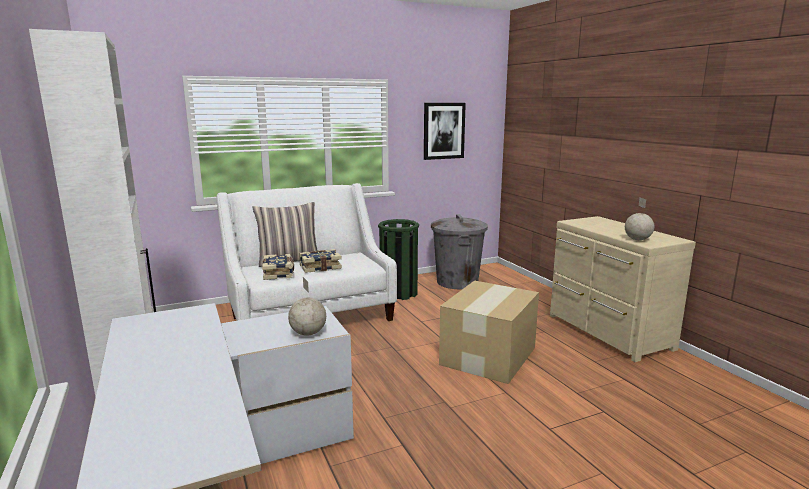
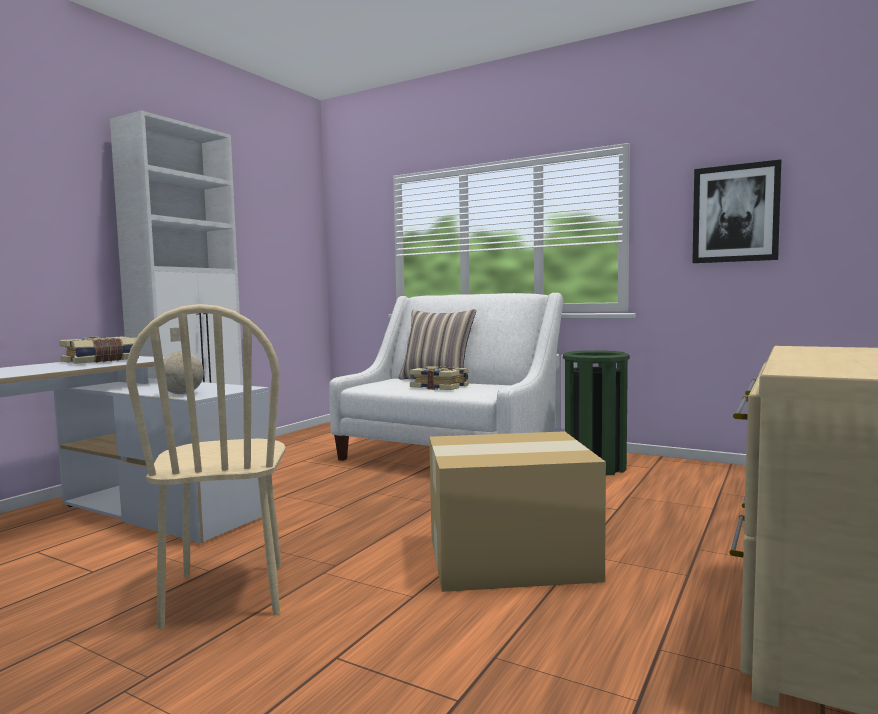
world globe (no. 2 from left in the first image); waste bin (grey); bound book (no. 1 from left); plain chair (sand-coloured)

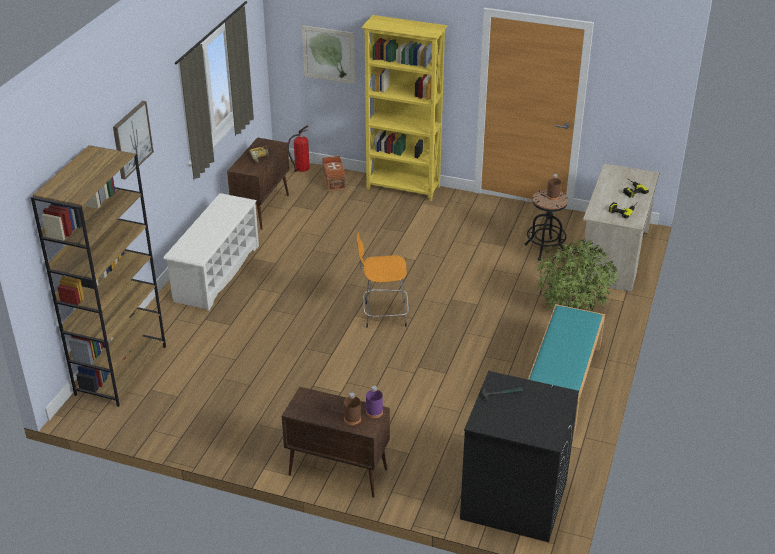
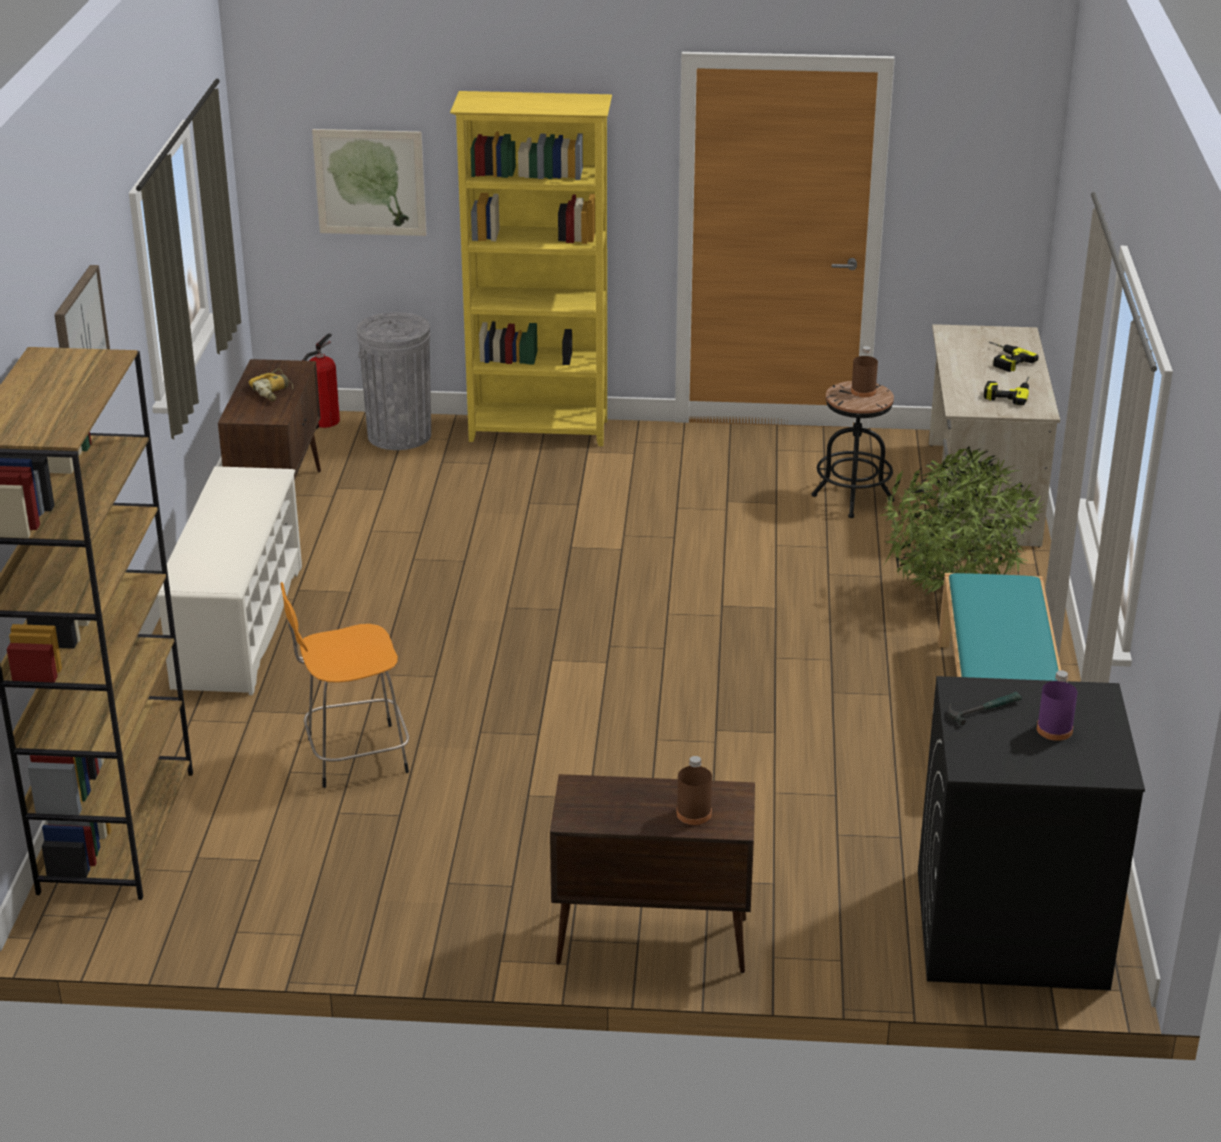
waste bin (grey); sitting stool (orange-coloured); bottle (purplish)

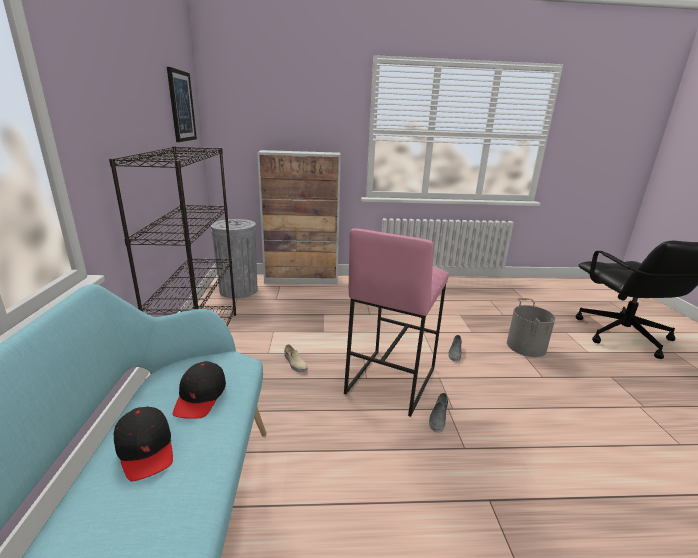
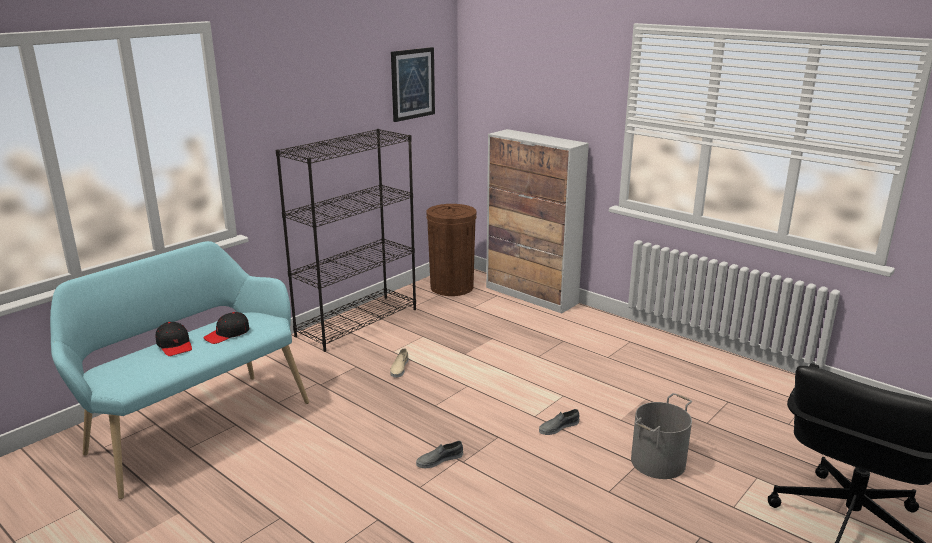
waste bin (brown); sitting stool (pink); peaked cap (blackish) (no. 1 from left)

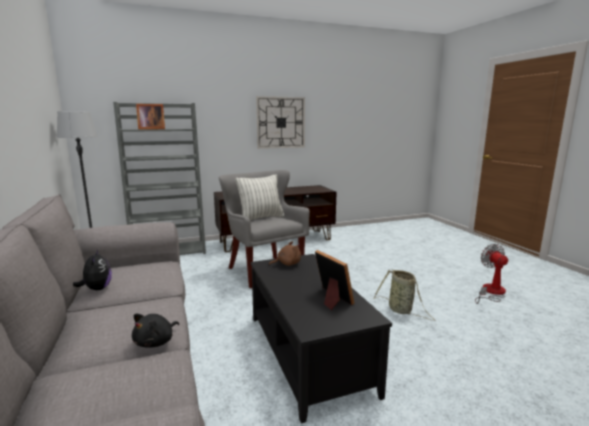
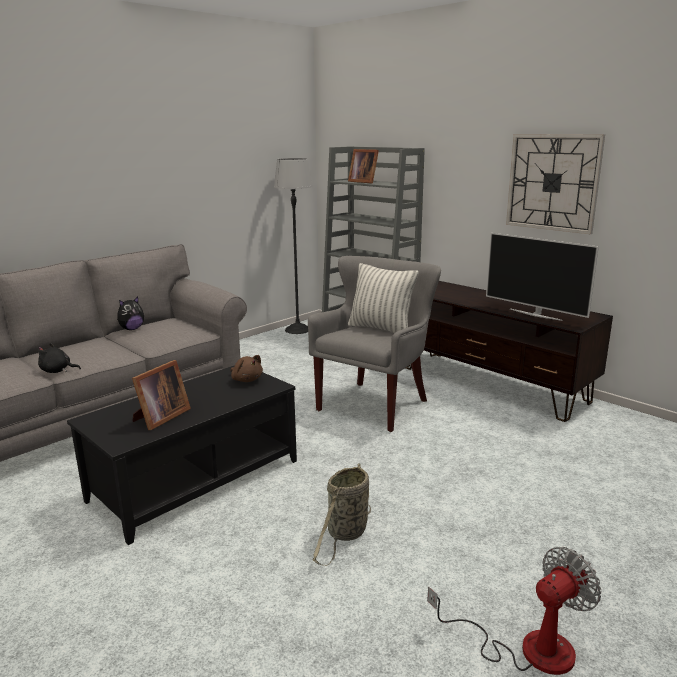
TV

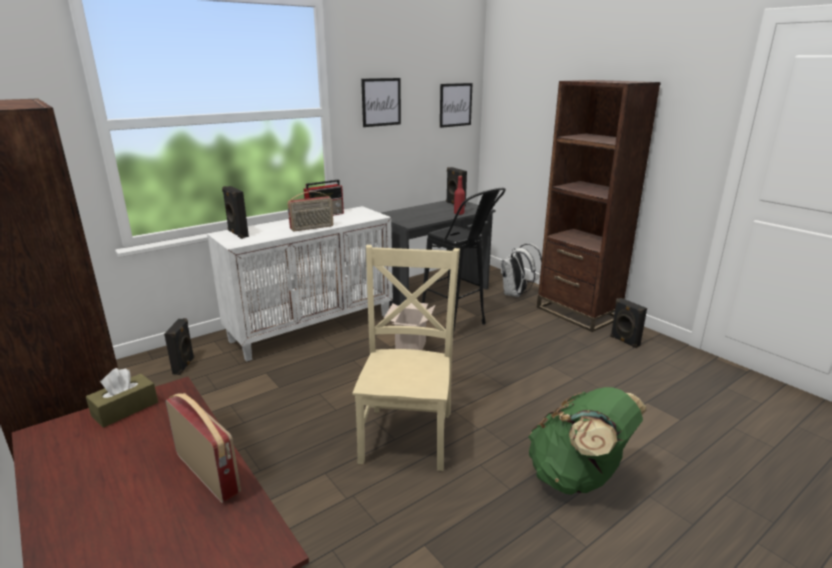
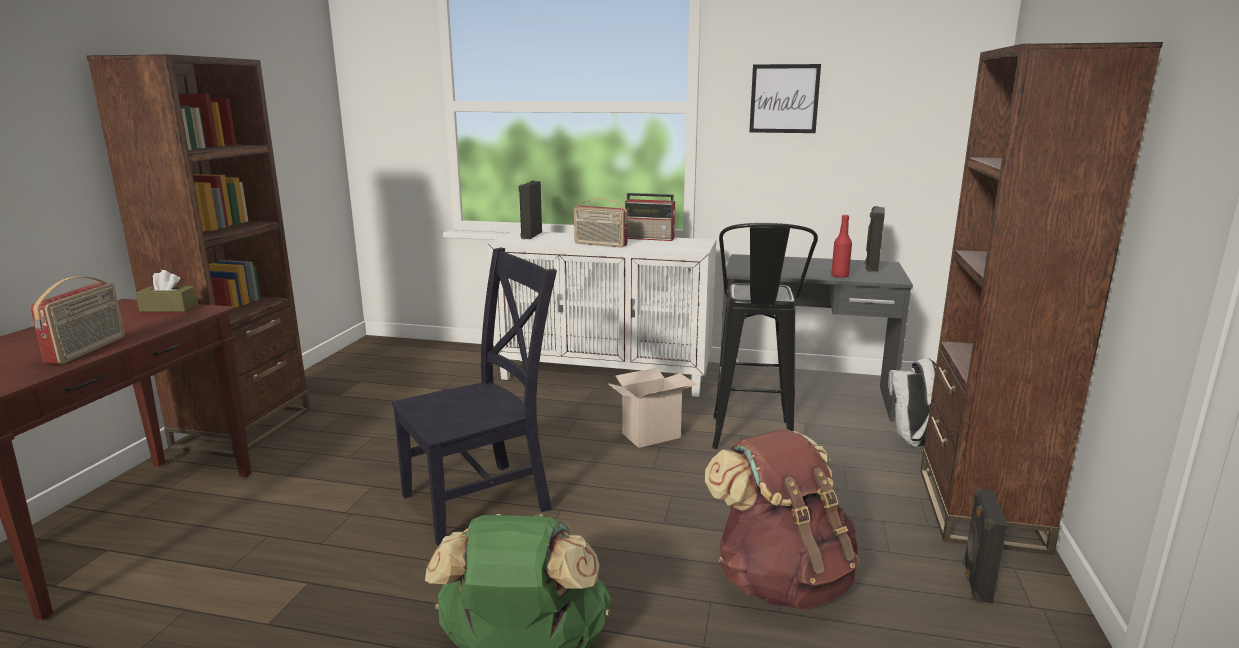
wall picture (no. 2 from left in the first image); plain chair (blackish); audio speaker (blackish) (no. 1 from left in the first image); rucksack (brown)

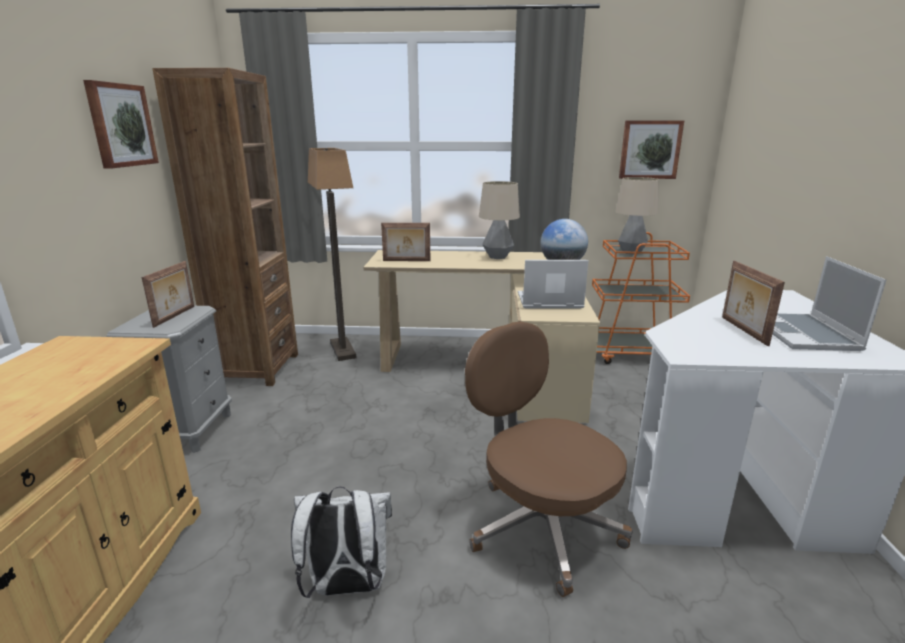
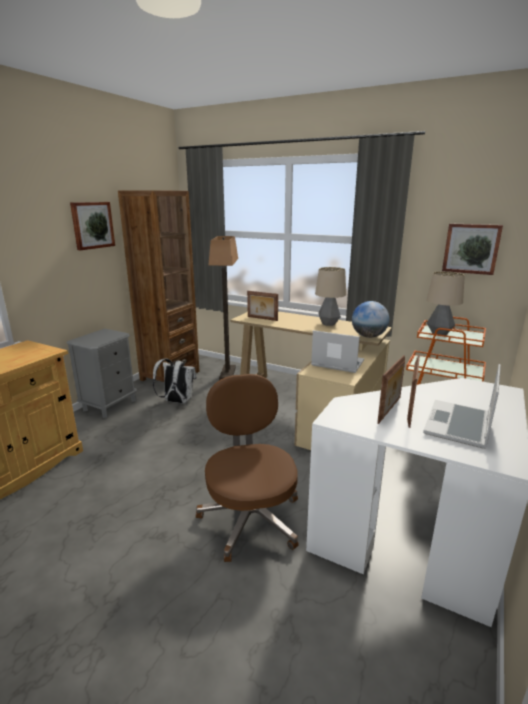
standing frame (no. 2 from left); rucksack (white-coloured)

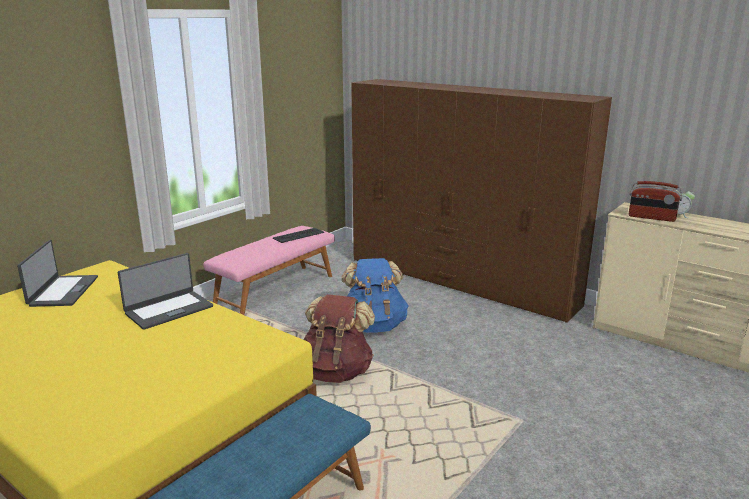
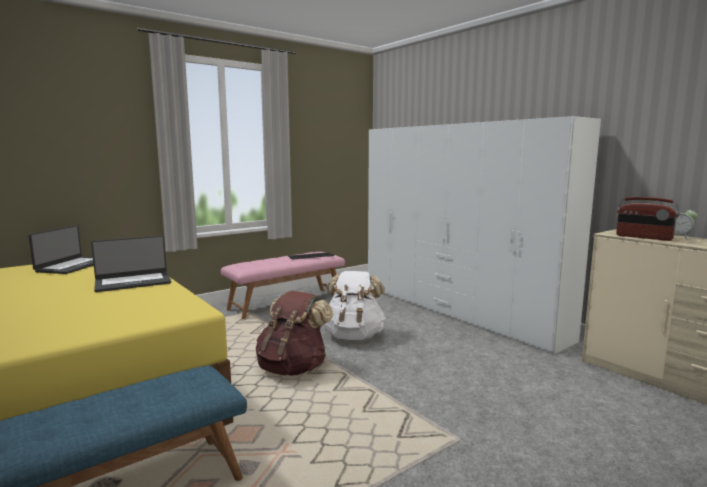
armoire (white-coloured); rucksack (white-coloured)

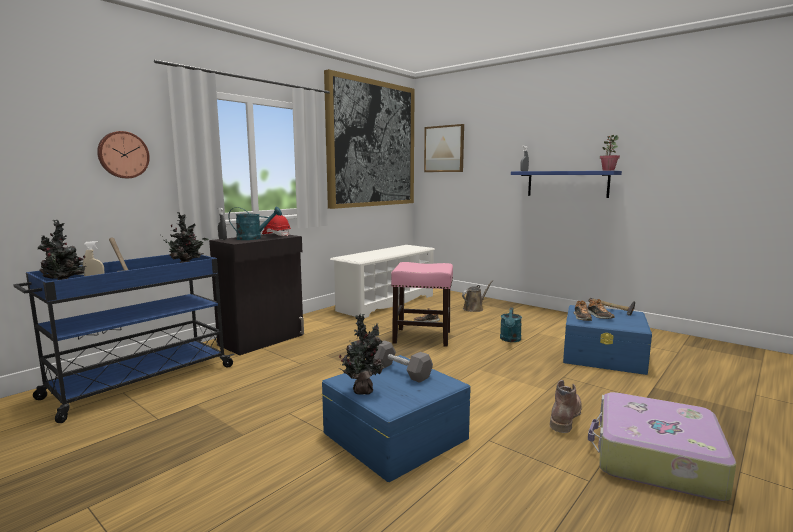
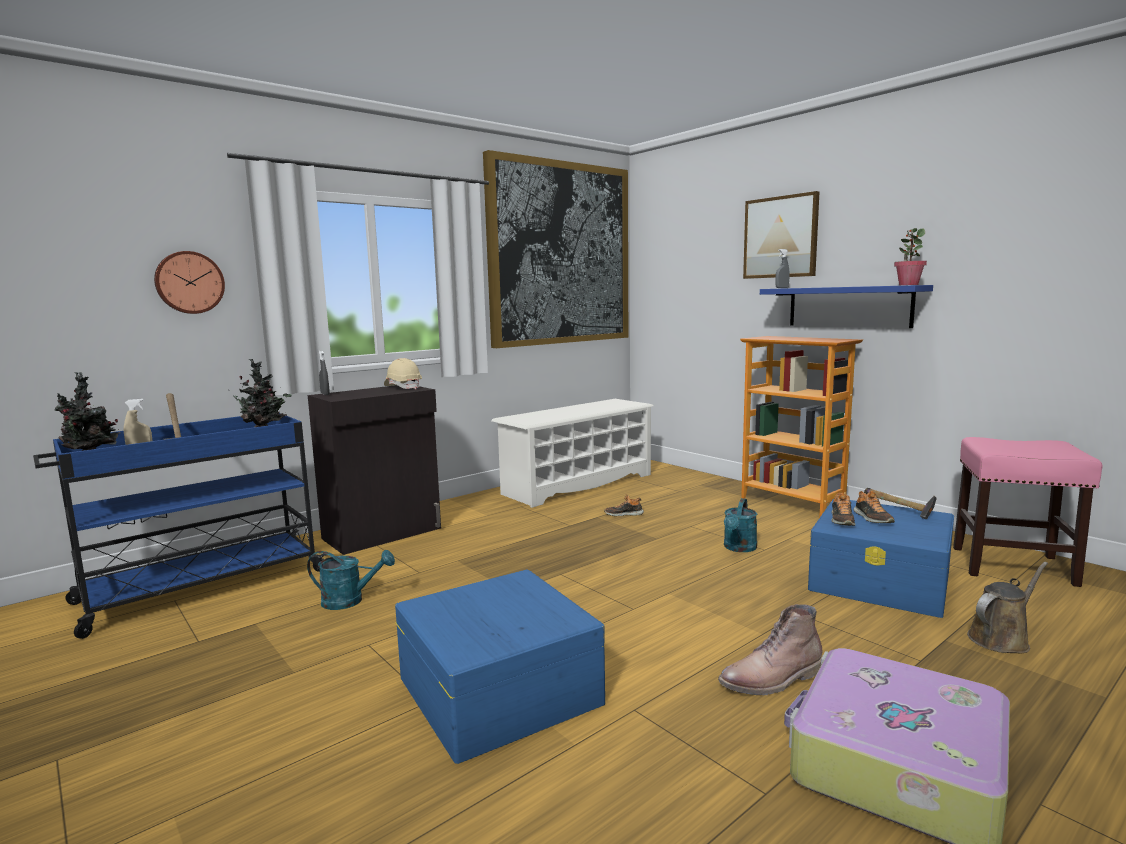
wall picture (no. 2 from left); sprinkling can (turquoise) (no. 1 from left); safety helmet (sand-coloured); sitting stool (pink); sprinkling can (brown); houseplant (no. 3 from left in the first image); hand weight (grey); boot (brown); shelving unit

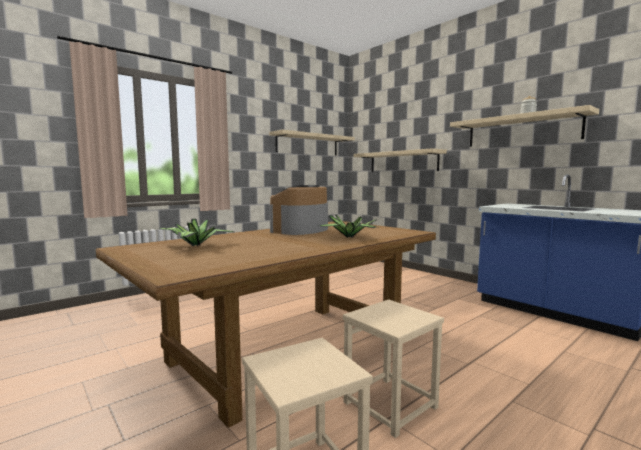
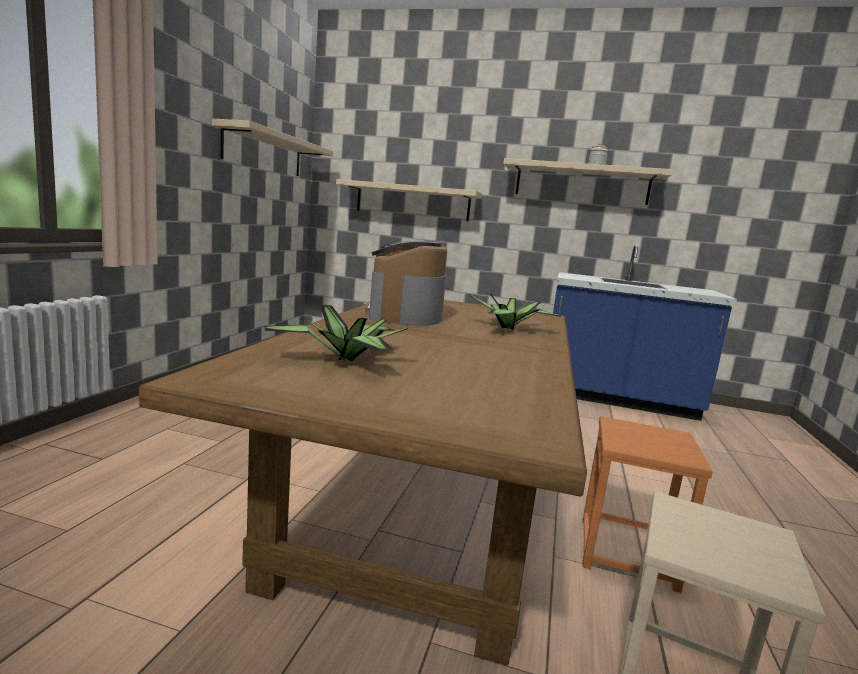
sitting stool (orange-coloured)

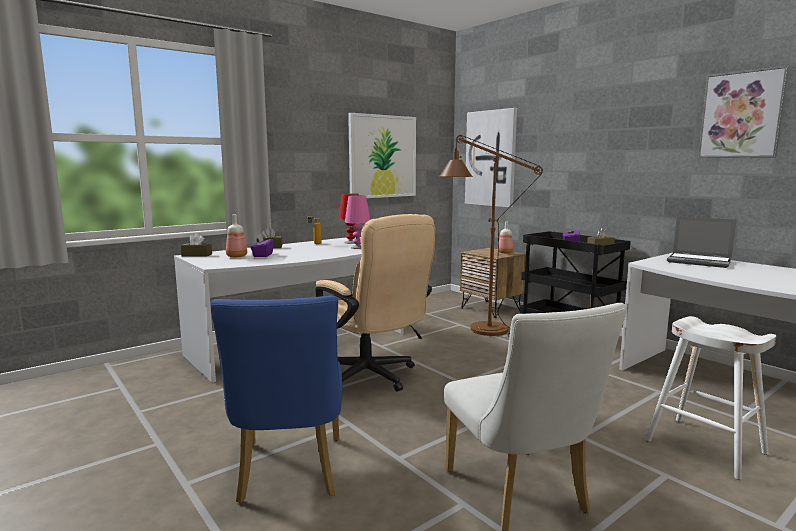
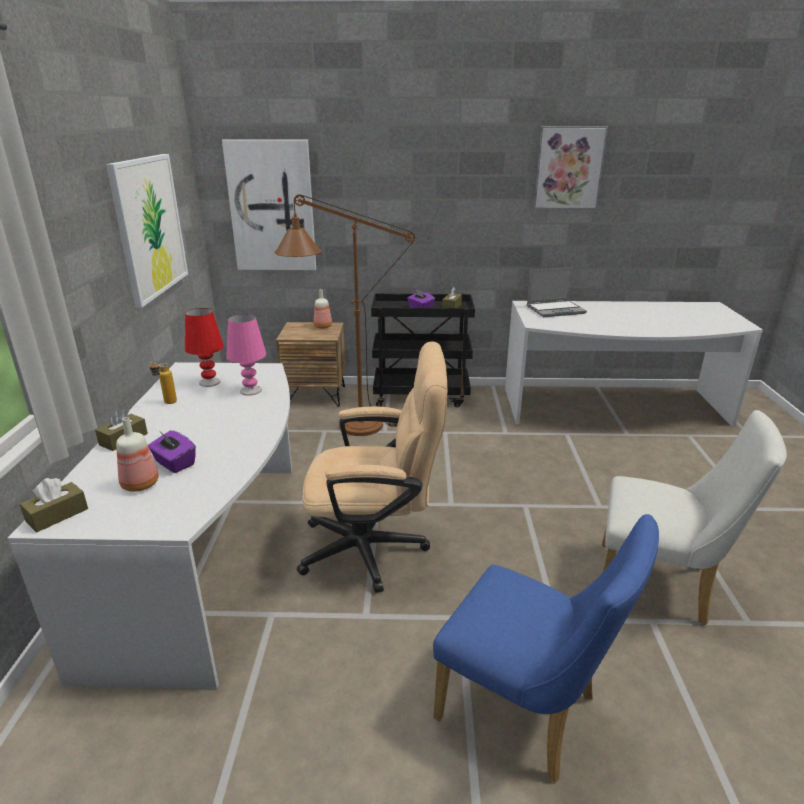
sitting stool (white-coloured)

